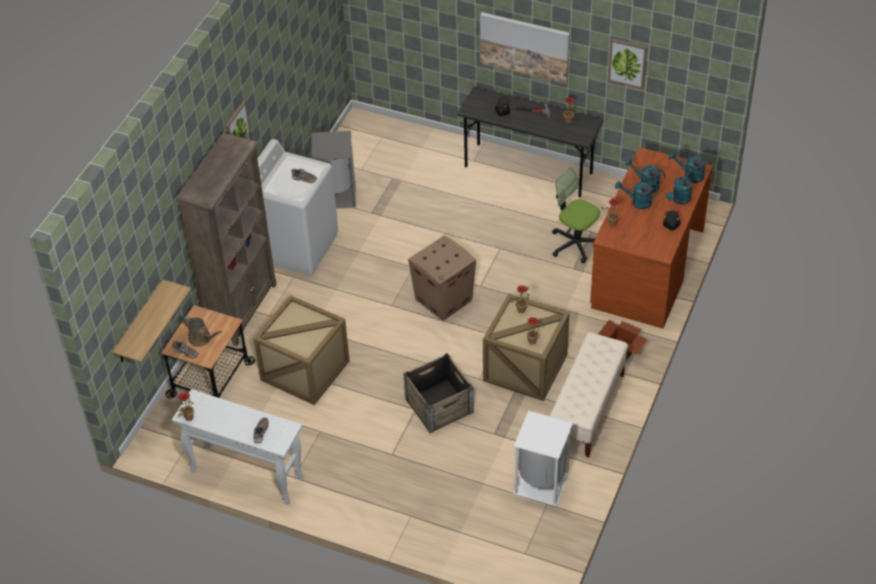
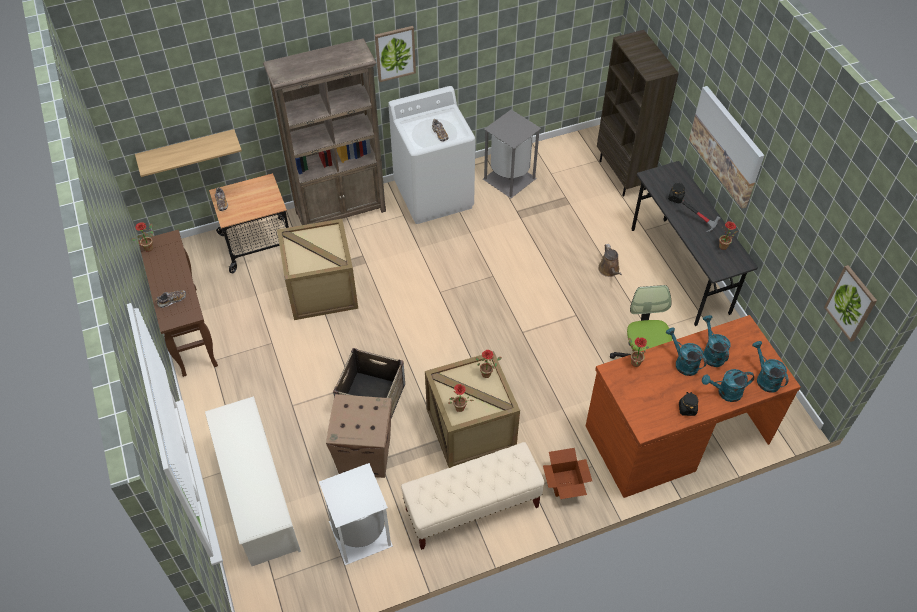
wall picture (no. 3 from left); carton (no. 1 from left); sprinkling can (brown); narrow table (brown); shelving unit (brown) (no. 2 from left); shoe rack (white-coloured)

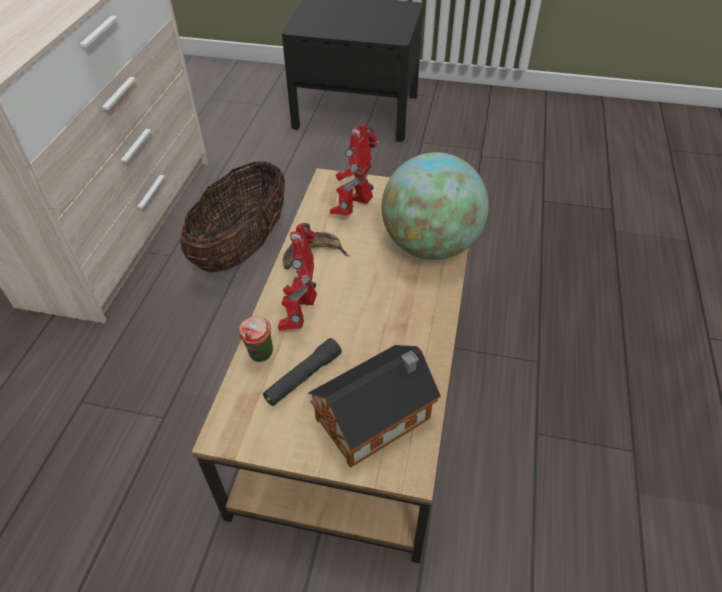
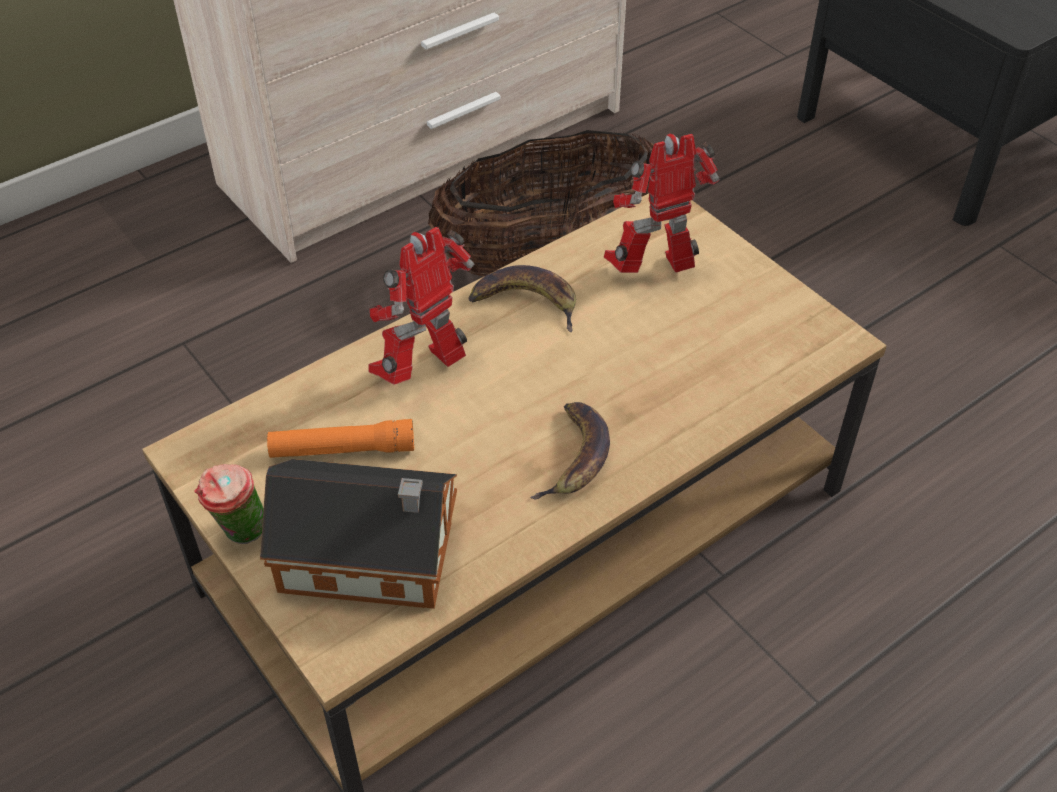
world globe; drinking cup; torch (orange-coloured); banana fruit (no. 2 from left)

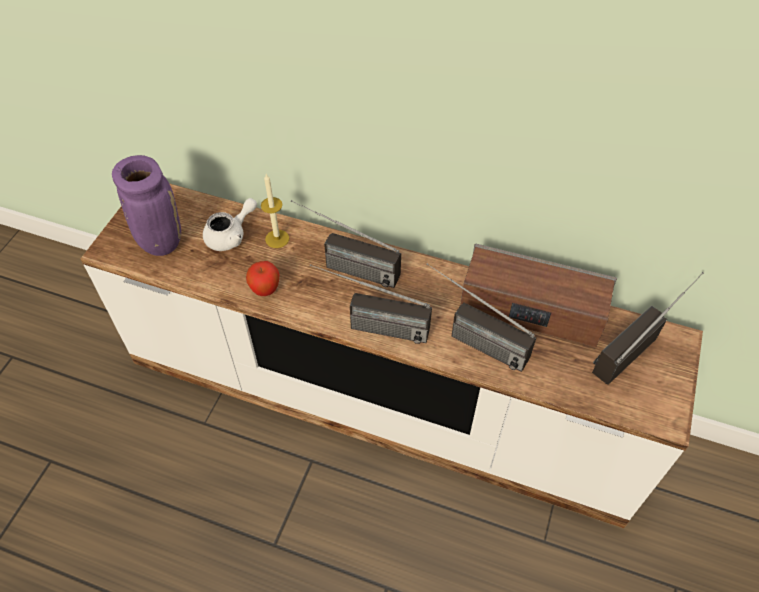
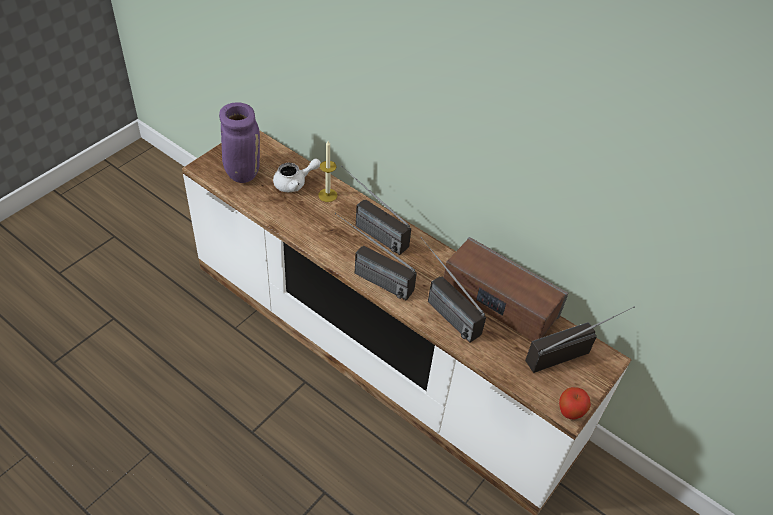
apple

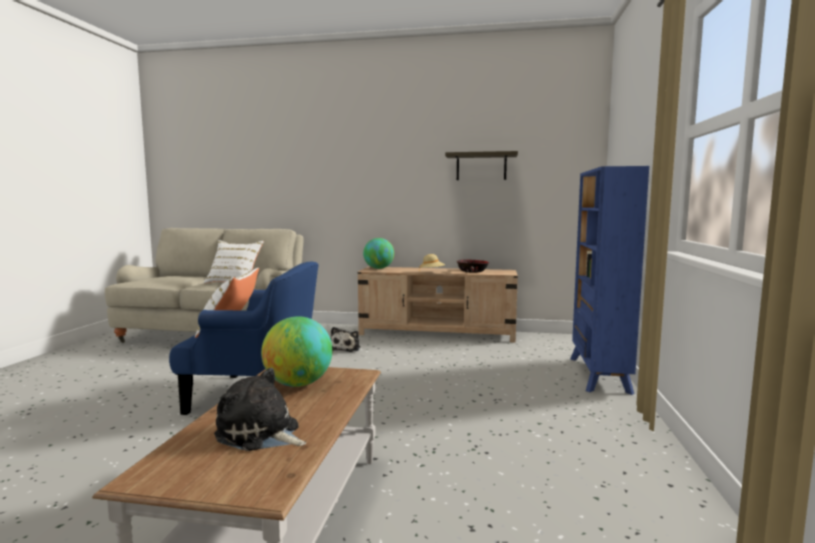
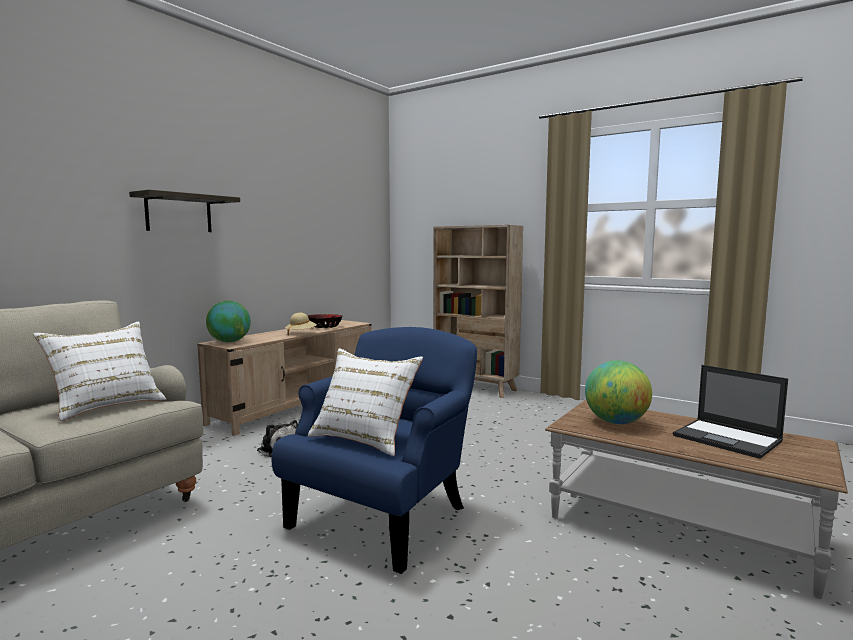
bracket shelf; shelving unit (sand-coloured); portable computer

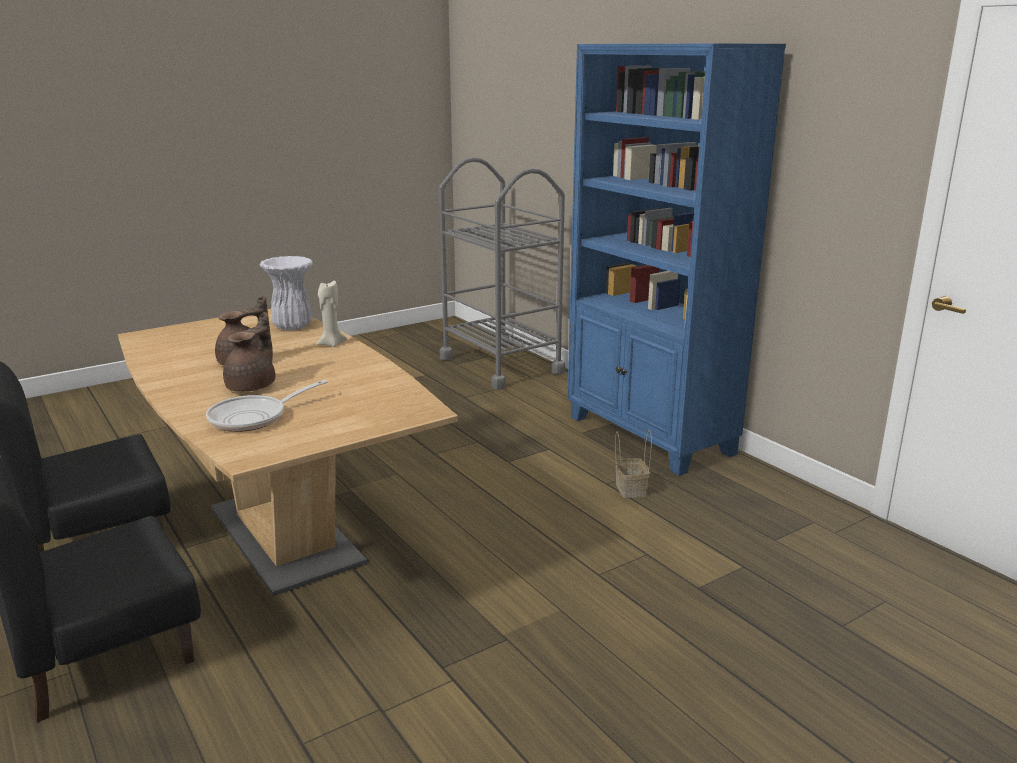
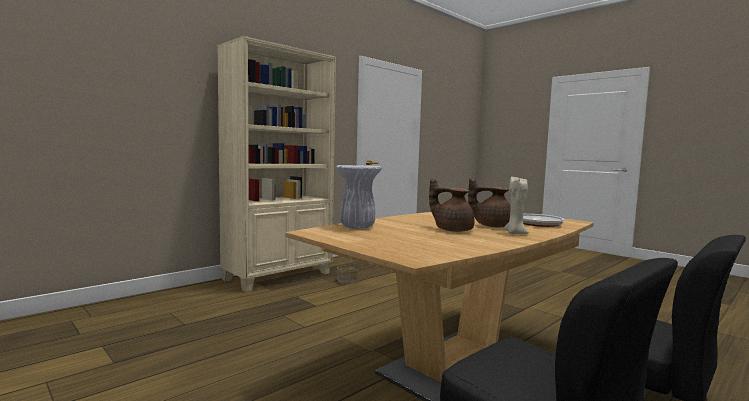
shelving unit (sand-coloured); cart (grey); candle (sand-coloured)

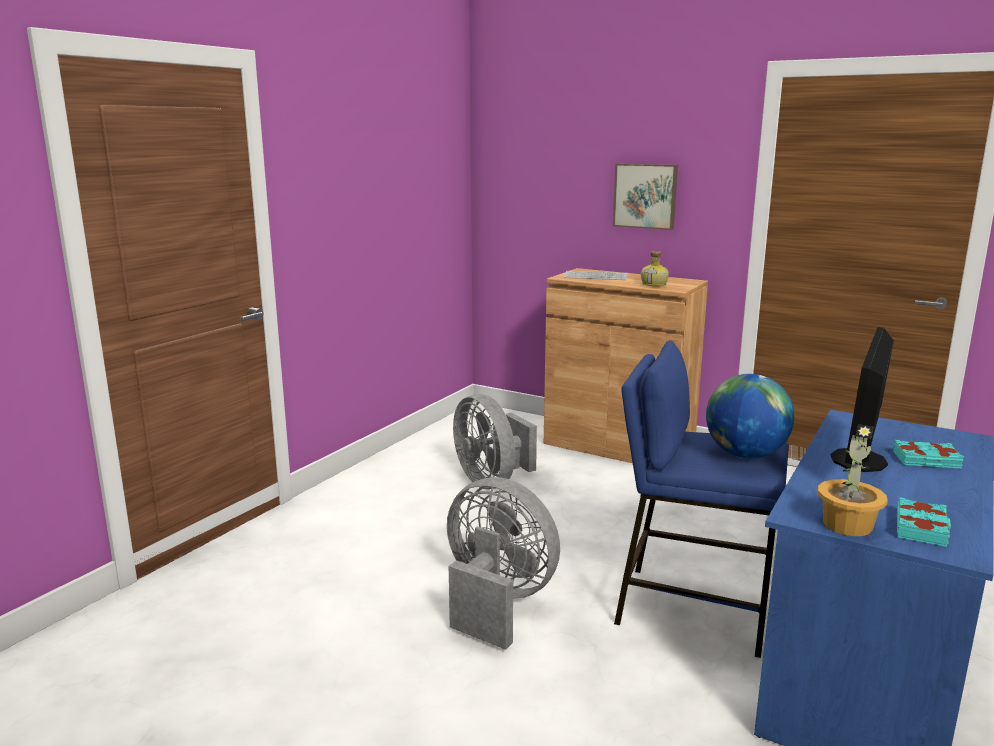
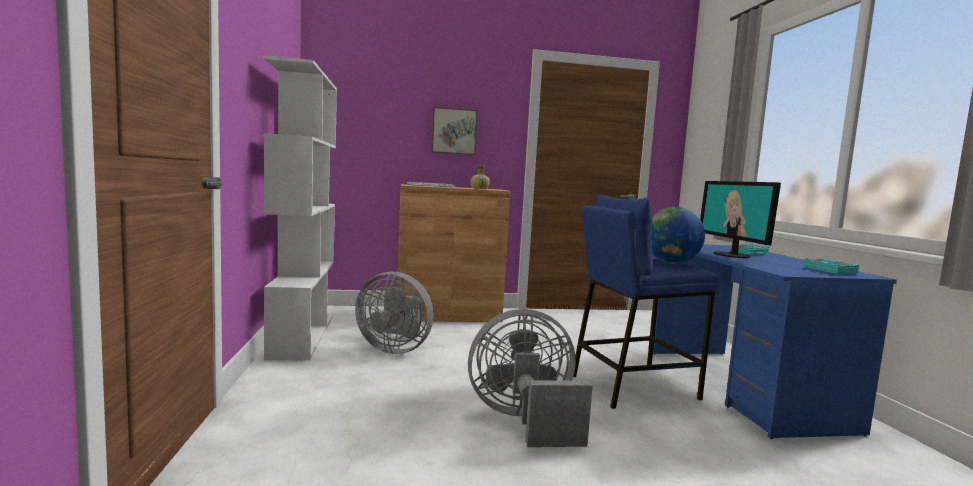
houseplant; shelving unit (white-coloured)

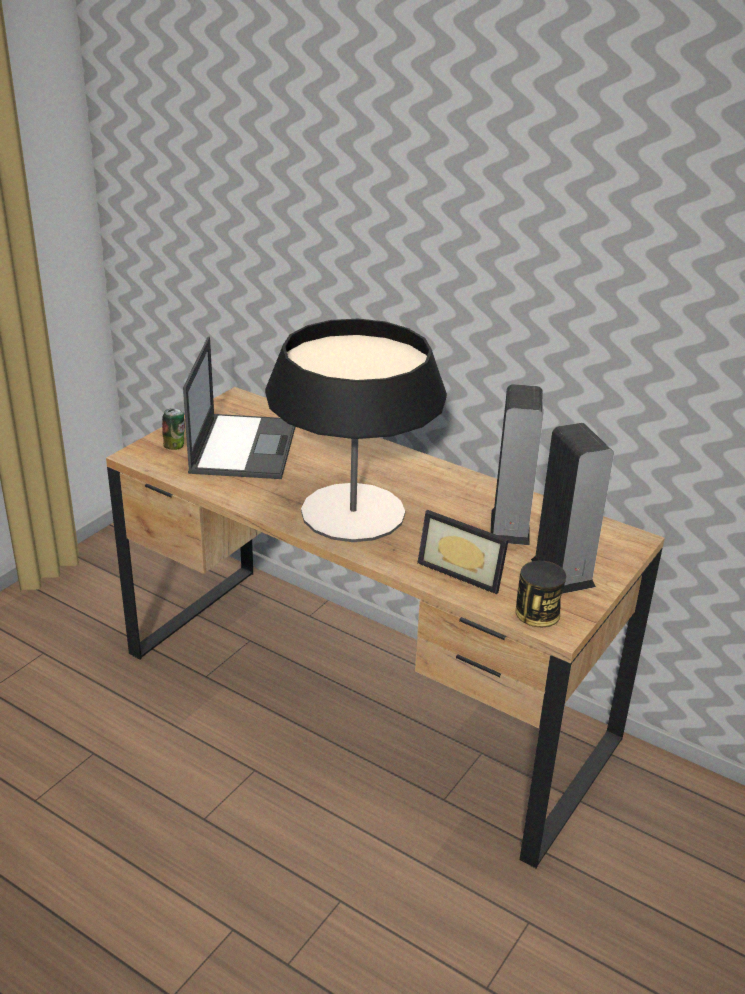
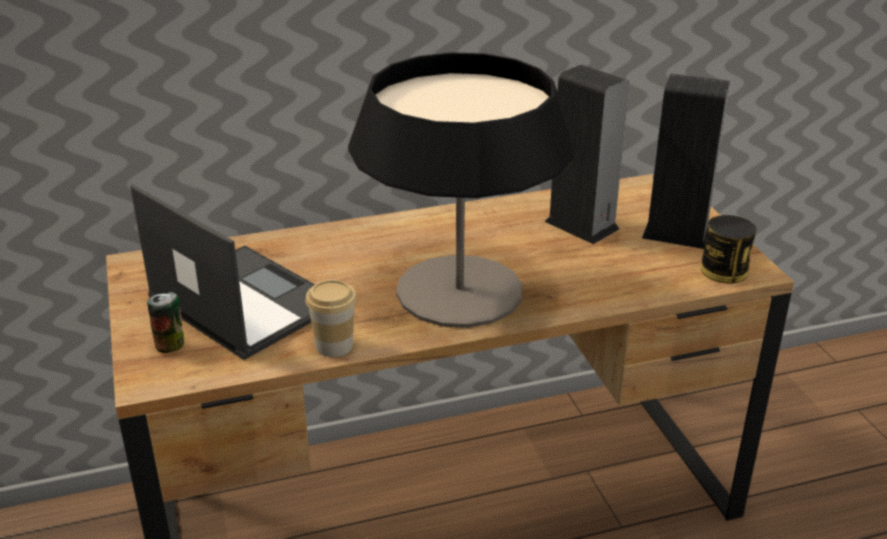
standing frame; drinking cup

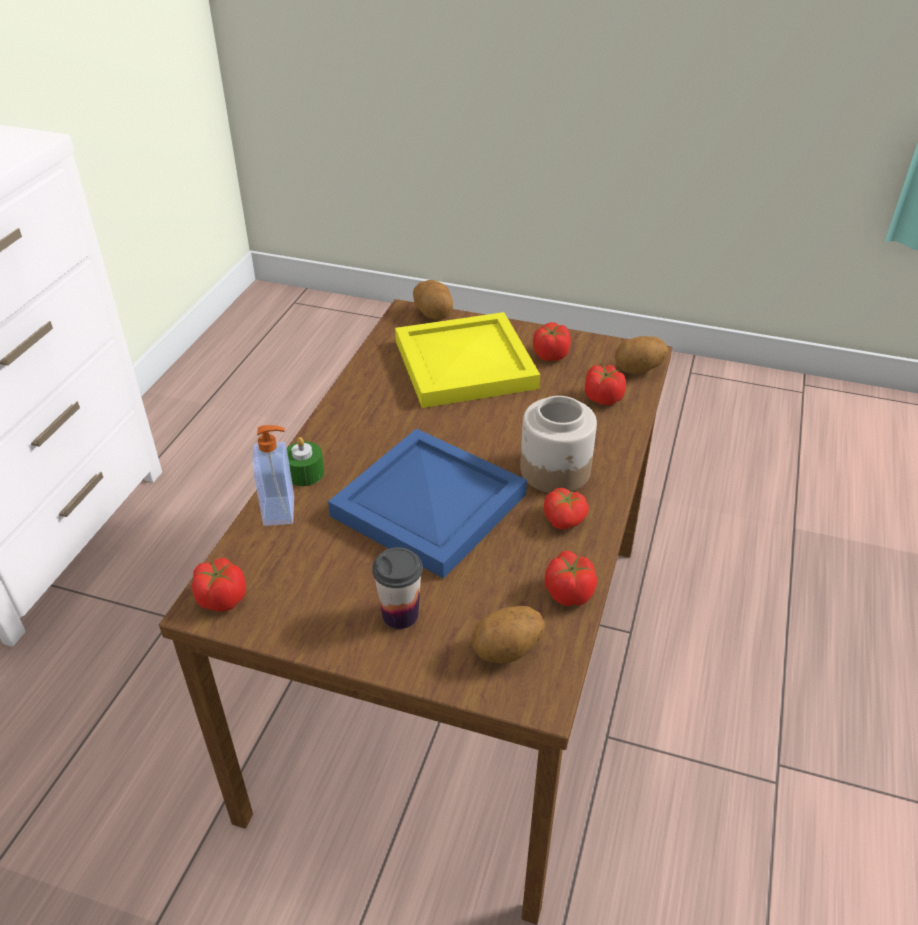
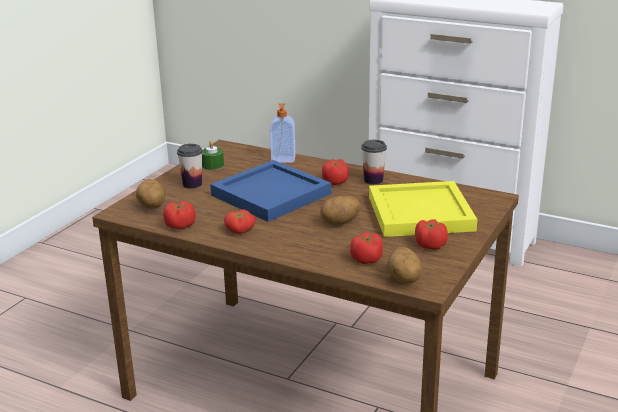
spud (no. 2 from left); preserve jar; candle (green); tomato (no. 3 from left); drinking cup (no. 2 from left)

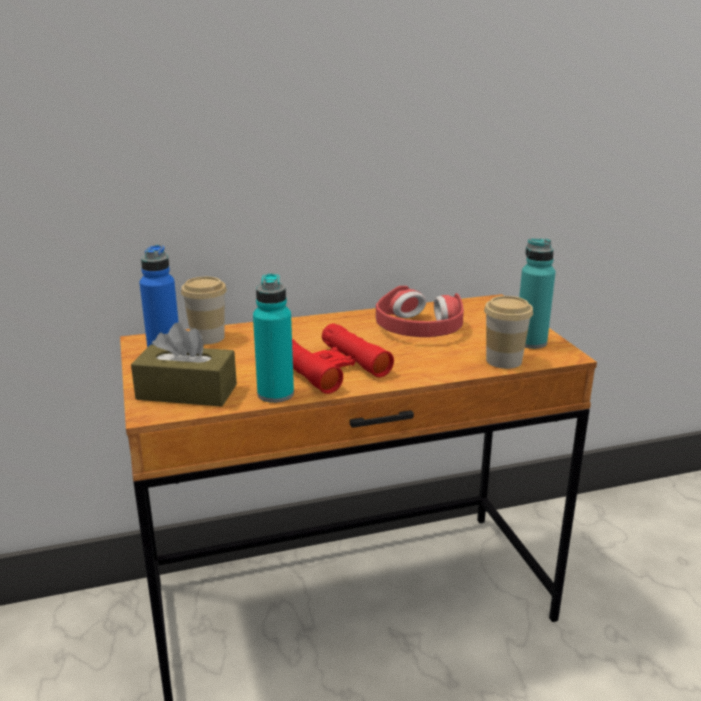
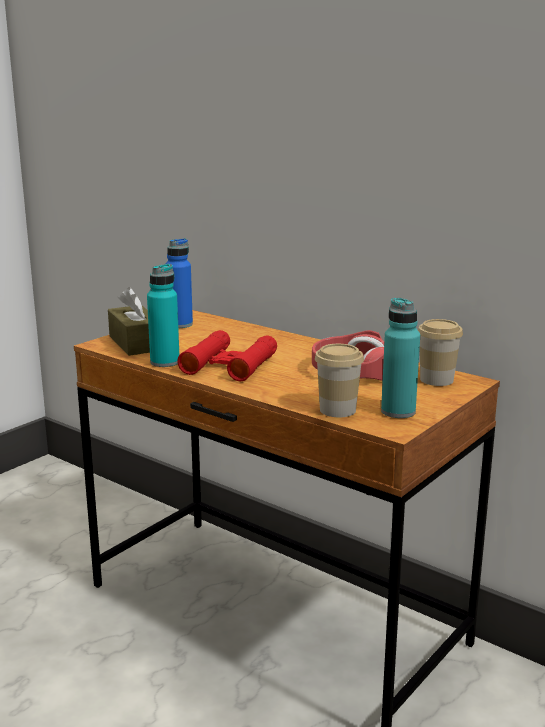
drinking cup (no. 2 from left)

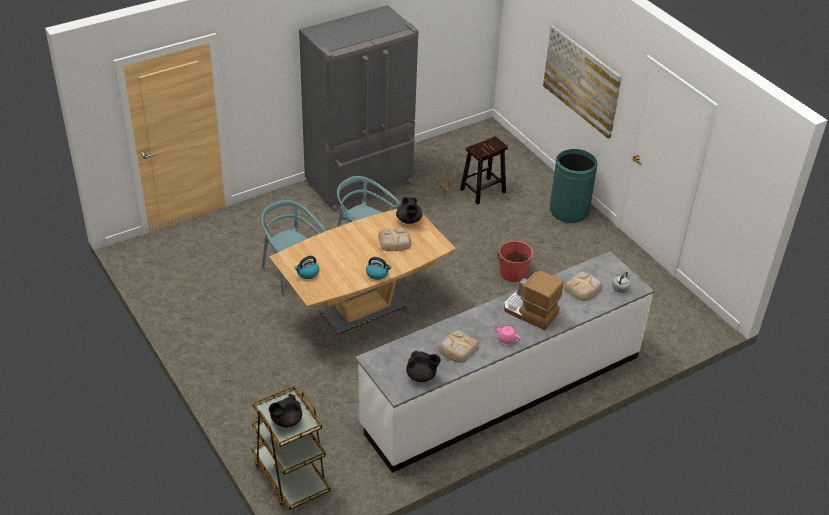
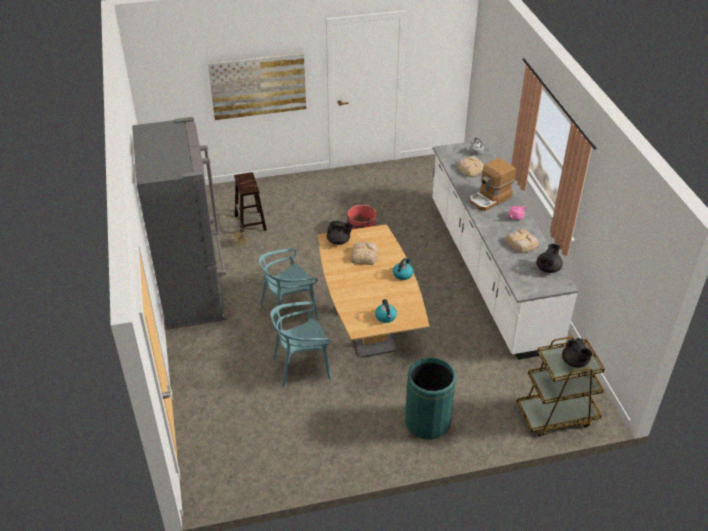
waste bin (green)

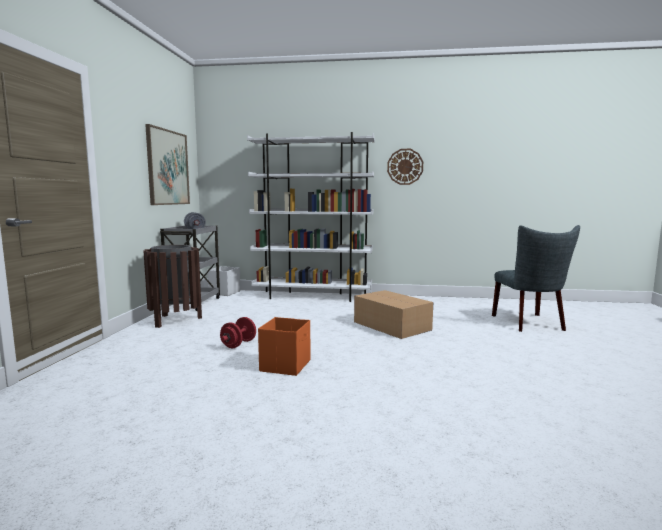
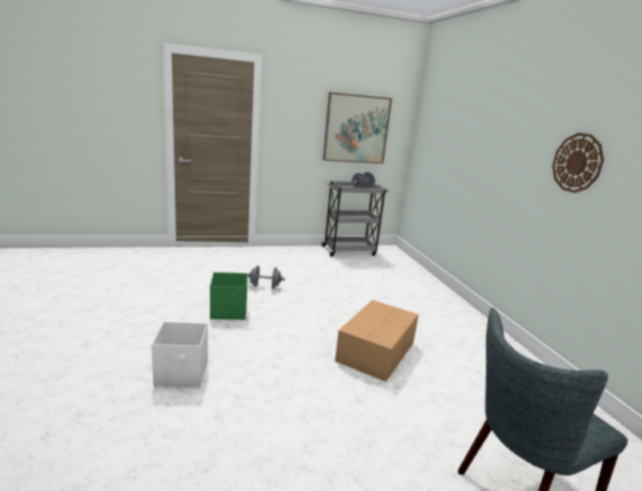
shelving unit (white-coloured); waste bin (brown); storage container (white-coloured); hand weight (grey) (no. 1 from left); storage container (green)

